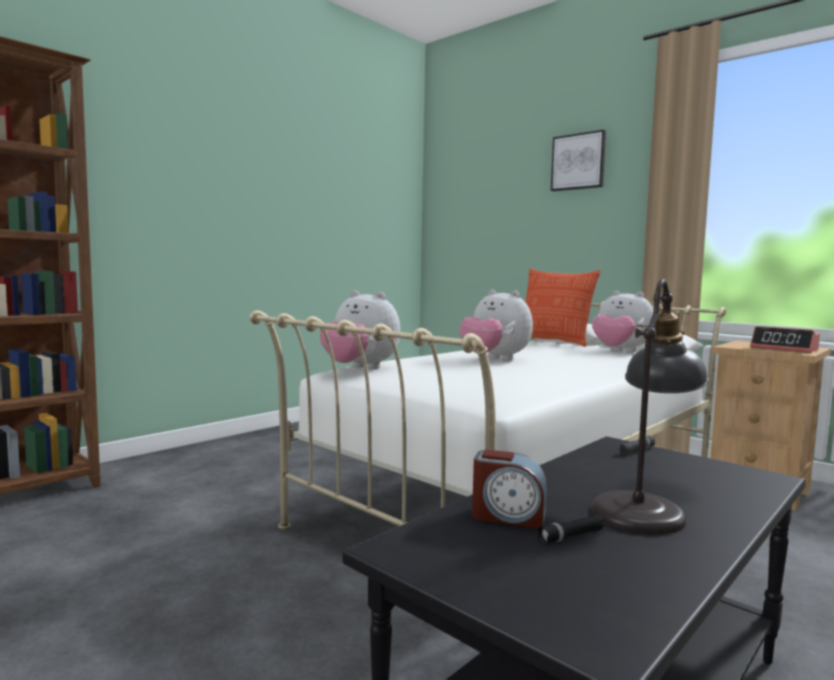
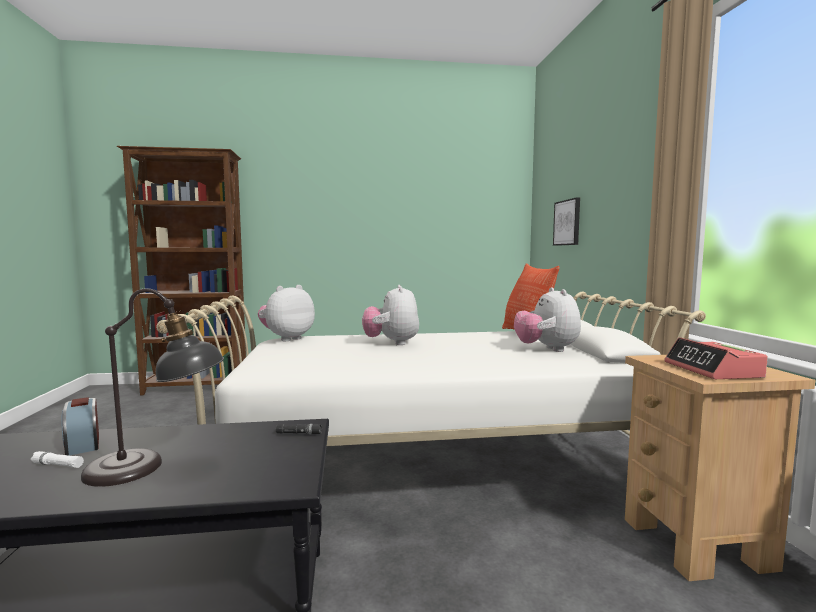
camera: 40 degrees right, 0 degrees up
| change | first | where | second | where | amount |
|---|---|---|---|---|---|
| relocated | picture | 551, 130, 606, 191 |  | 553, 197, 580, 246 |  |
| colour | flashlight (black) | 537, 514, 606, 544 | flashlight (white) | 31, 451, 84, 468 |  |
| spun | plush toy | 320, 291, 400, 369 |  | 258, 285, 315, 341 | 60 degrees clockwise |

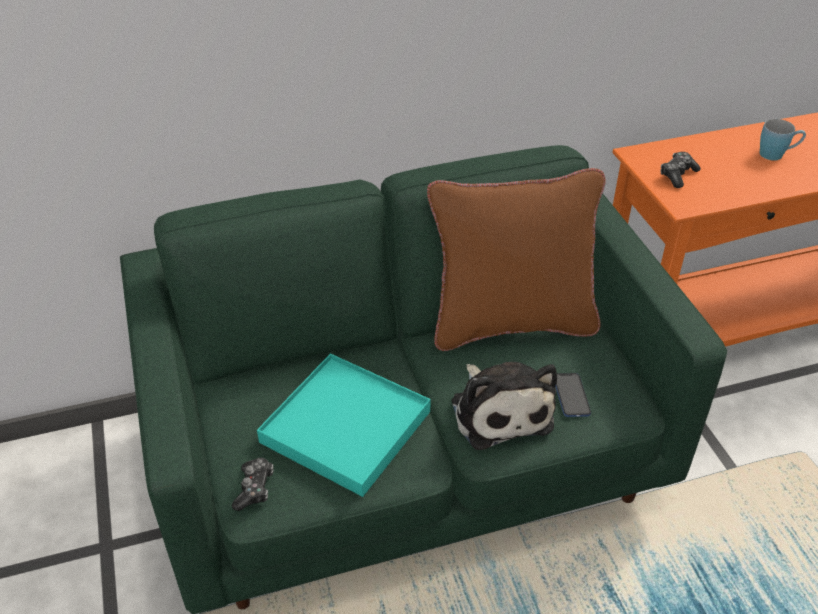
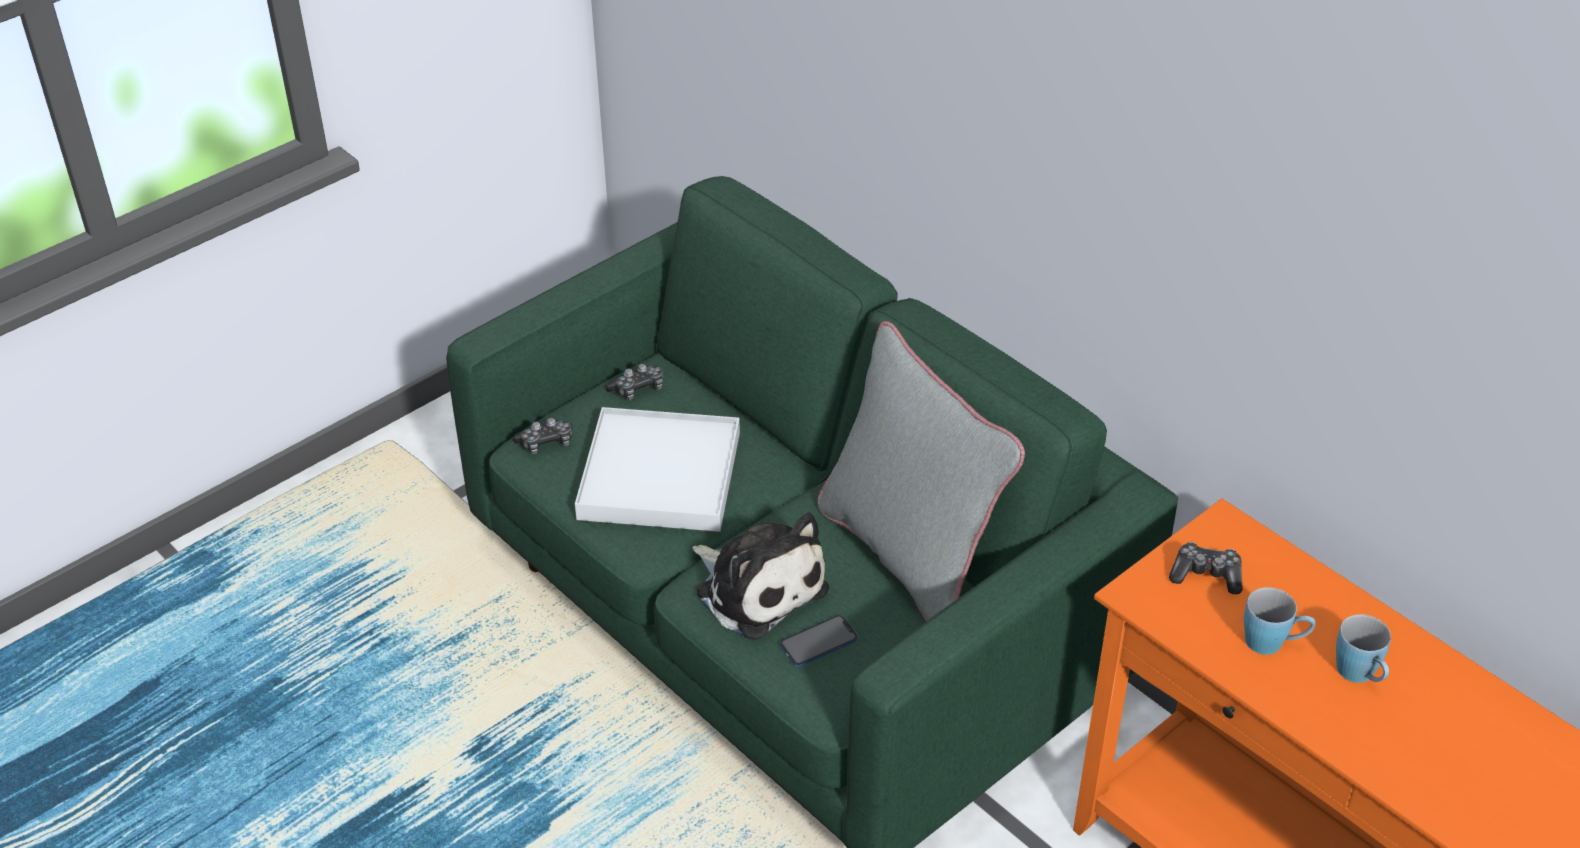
camera: 65 degrees right, 0 degrees up
| change | first | where | second | where | amount |
|---|---|---|---|---|---|
| appeared |  |  | game controller | 606, 364, 663, 400 |  |
| appeared |  |  | mug (blue) | 1244, 587, 1316, 655 |  |
| colour | tray (turquoise) | 257, 353, 431, 497 | tray (white) | 575, 407, 740, 532 |  |
| colour | pillow (brown) | 427, 168, 605, 351 | pillow (grey) | 817, 321, 1025, 621 |  |
| spun | plush toy | 451, 362, 557, 450 |  | 692, 512, 829, 640 | 90 degrees counterclockwise |

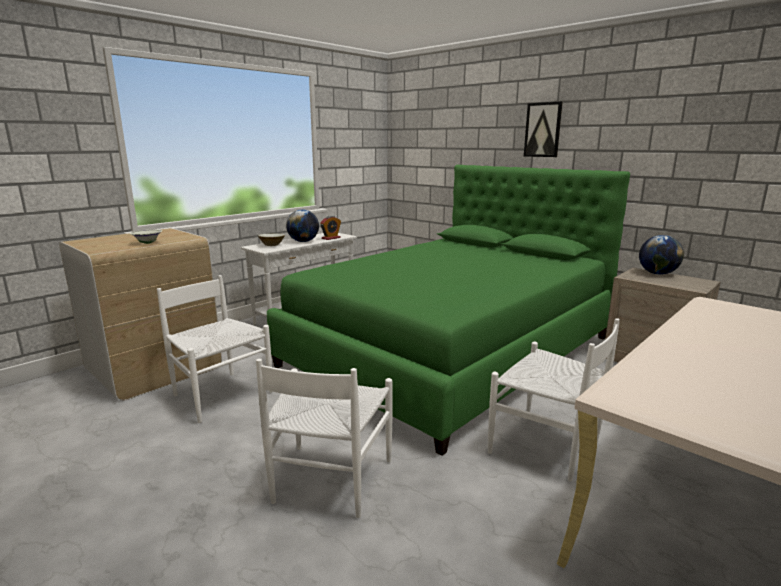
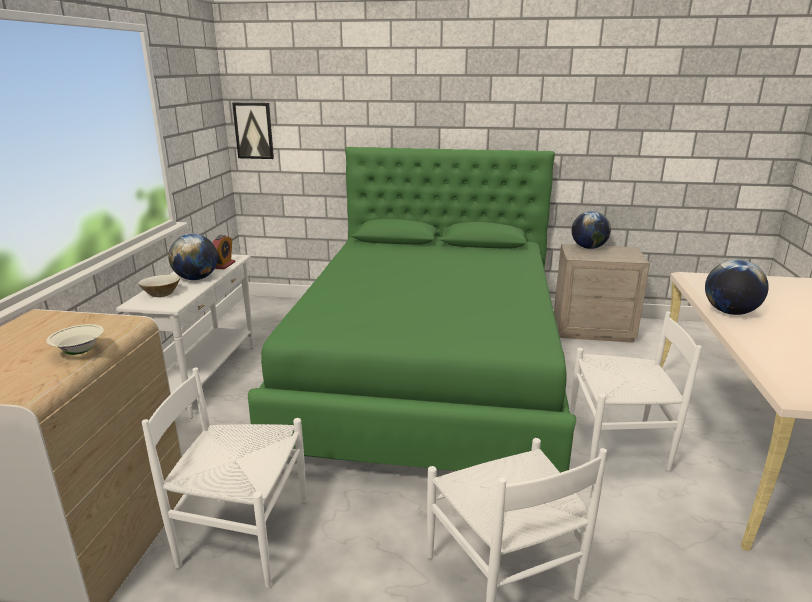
camera: 35 degrees left, 5 degrees up
| change | first | where | second | where | amount |
|---|---|---|---|---|---|
| appeared |  |  | globe | 705, 260, 769, 315 |  |
| relocated | picture | 524, 102, 562, 157 |  | 232, 103, 274, 159 |  |

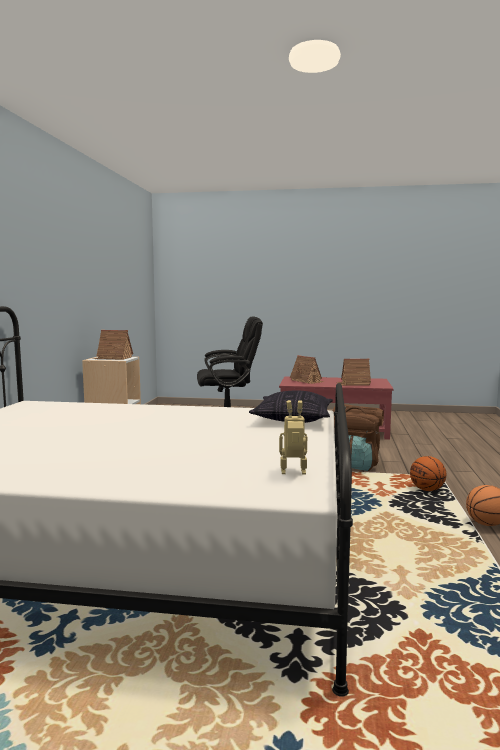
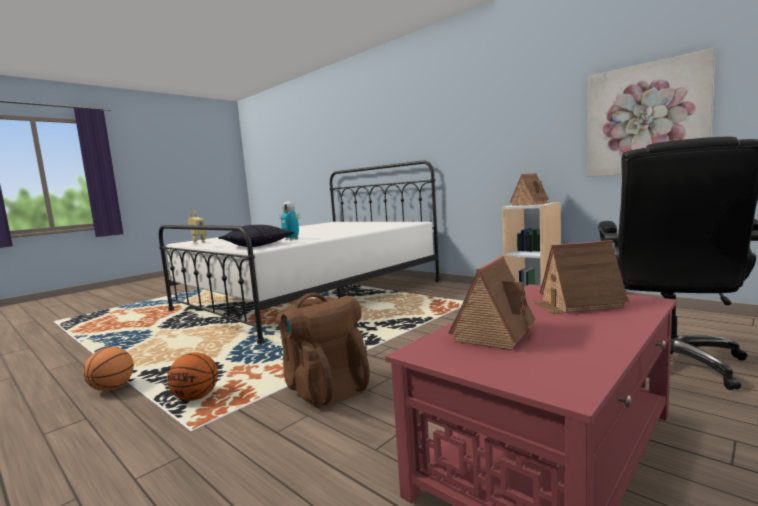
camera: 125 degrees right, 0 degrees up
| change | first | where | second | where | amount |
|---|---|---|---|---|---|
| appeared |  |  | toy robot | 279, 201, 301, 240 |  |
| appeared |  |  | picture | 587, 48, 715, 177 |  |

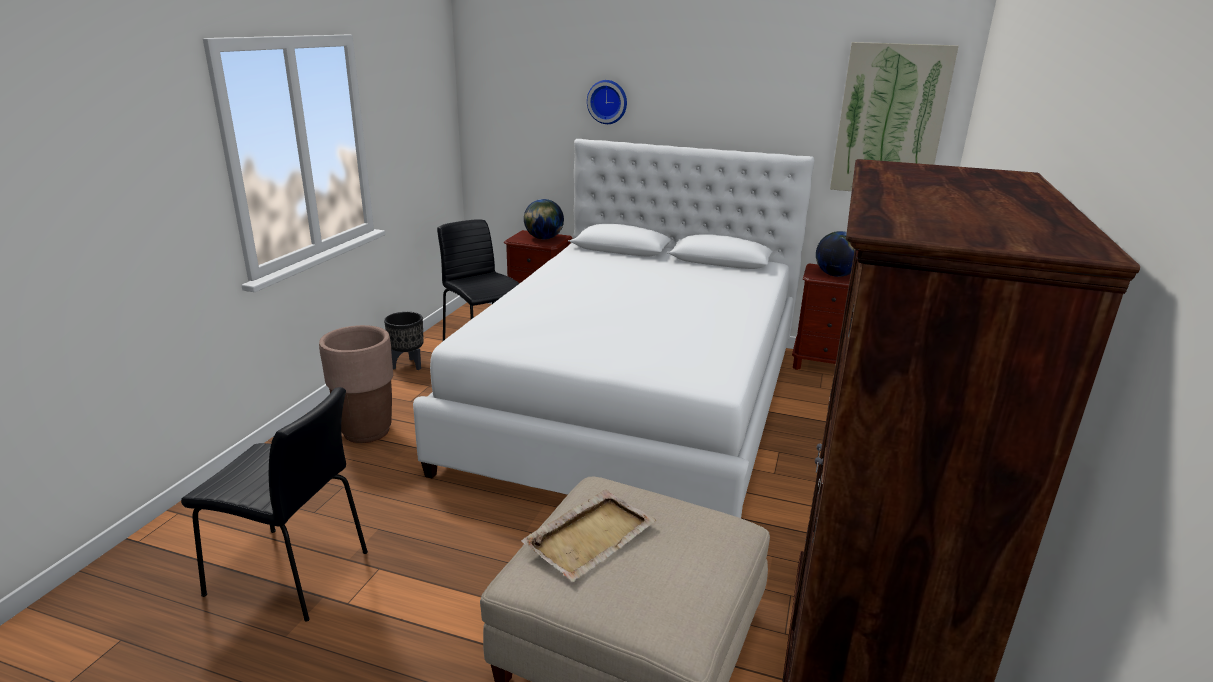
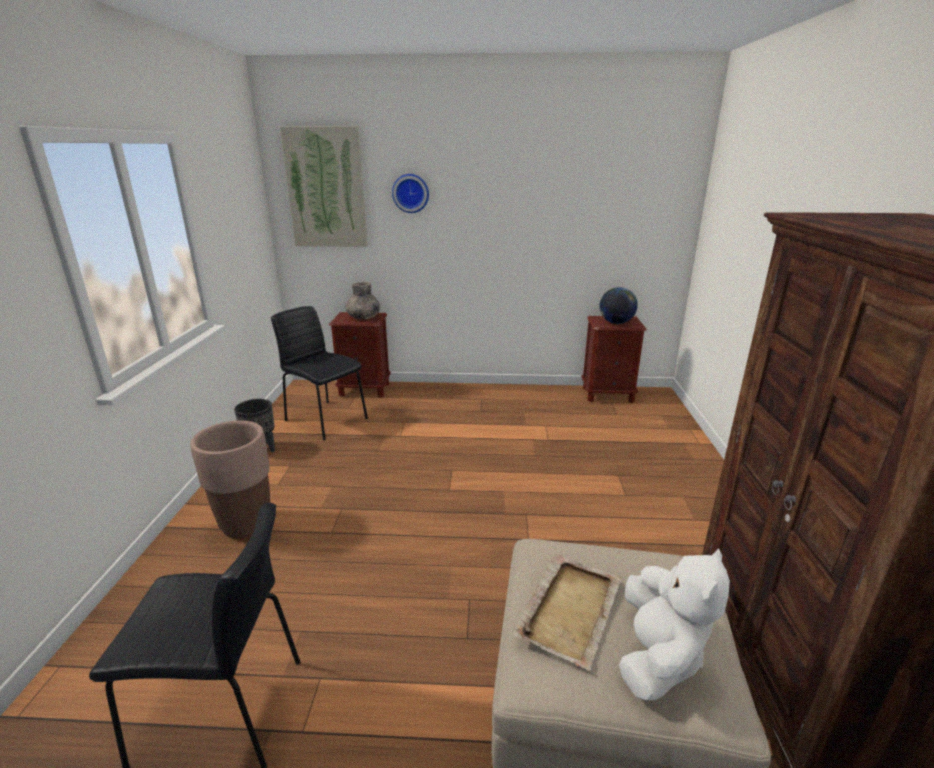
camera: 15 degrees left, 0 degrees up
| change | first | where | second | where | amount |
|---|---|---|---|---|---|
| missing | bed (white) | 413, 139, 815, 518 |  |  |  |
| appeared |  |  | plush toy (white) | 619, 548, 730, 700 |  |
| relocated | picture | 830, 42, 959, 191 |  | 280, 126, 367, 247 |  |
| exchanged | globe | 524, 199, 564, 239 | vase (grey) | 346, 281, 380, 319 |  |

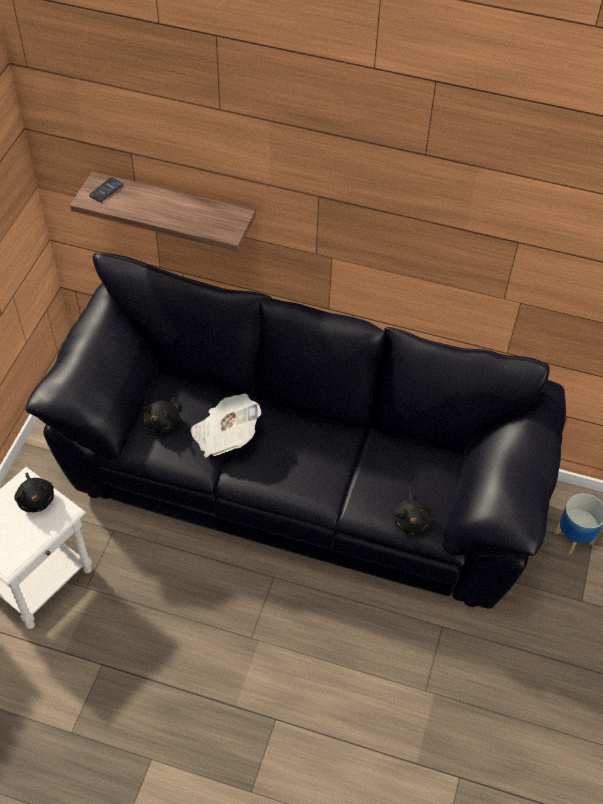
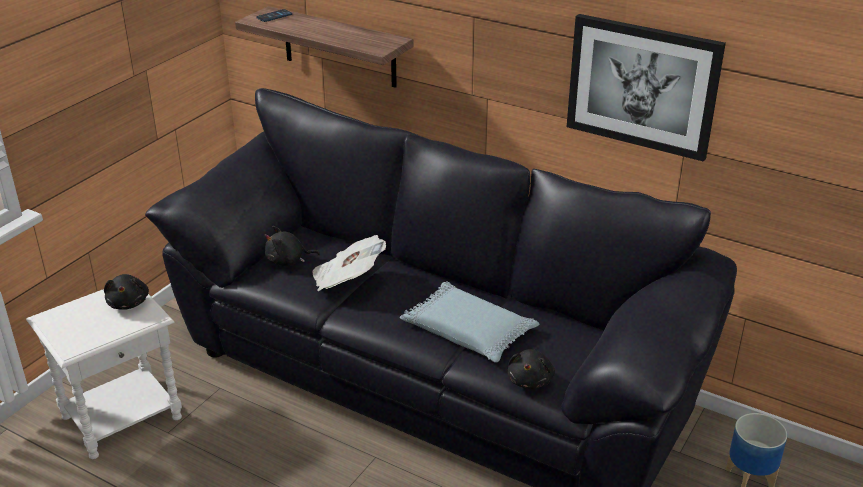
camera: 15 degrees right, 20 degrees down
| change | first | where | second | where | amount |
|---|---|---|---|---|---|
| appeared |  |  | pillow (blue) | 400, 281, 539, 363 |  |
| appeared |  |  | picture | 567, 14, 726, 162 |  |
| spun | plush toy (black) | 143, 397, 181, 433 |  | 265, 226, 320, 266 | 45 degrees clockwise |

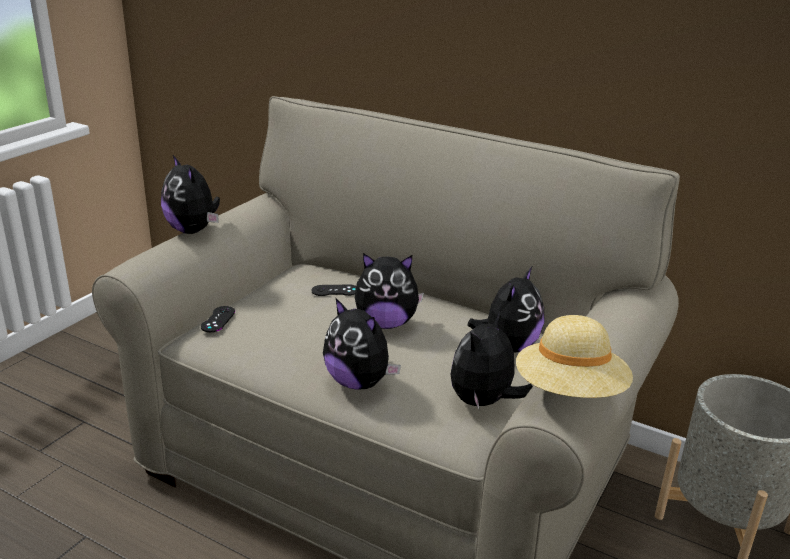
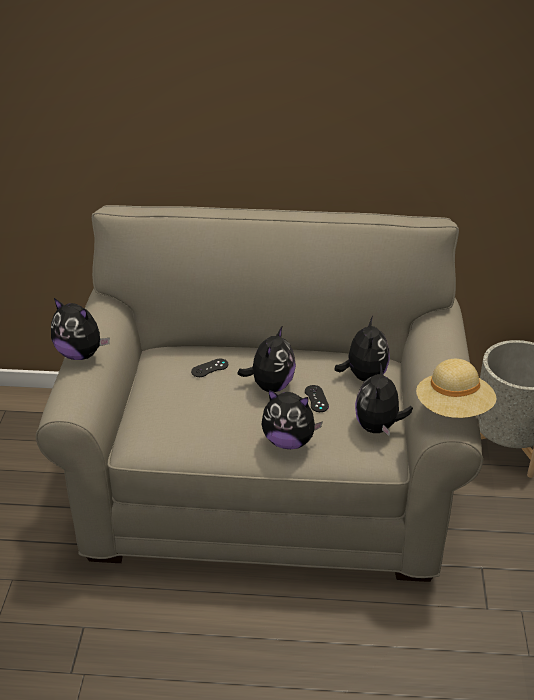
camera: 25 degrees left, 10 degrees up
| change | first | where | second | where | amount |
|---|---|---|---|---|---|
| relocated | game controller (black) | 201, 306, 235, 332 |  | 305, 385, 329, 412 |  |
| spun | plush toy | 354, 253, 424, 329 |  | 237, 327, 296, 392 | 45 degrees counterclockwise |

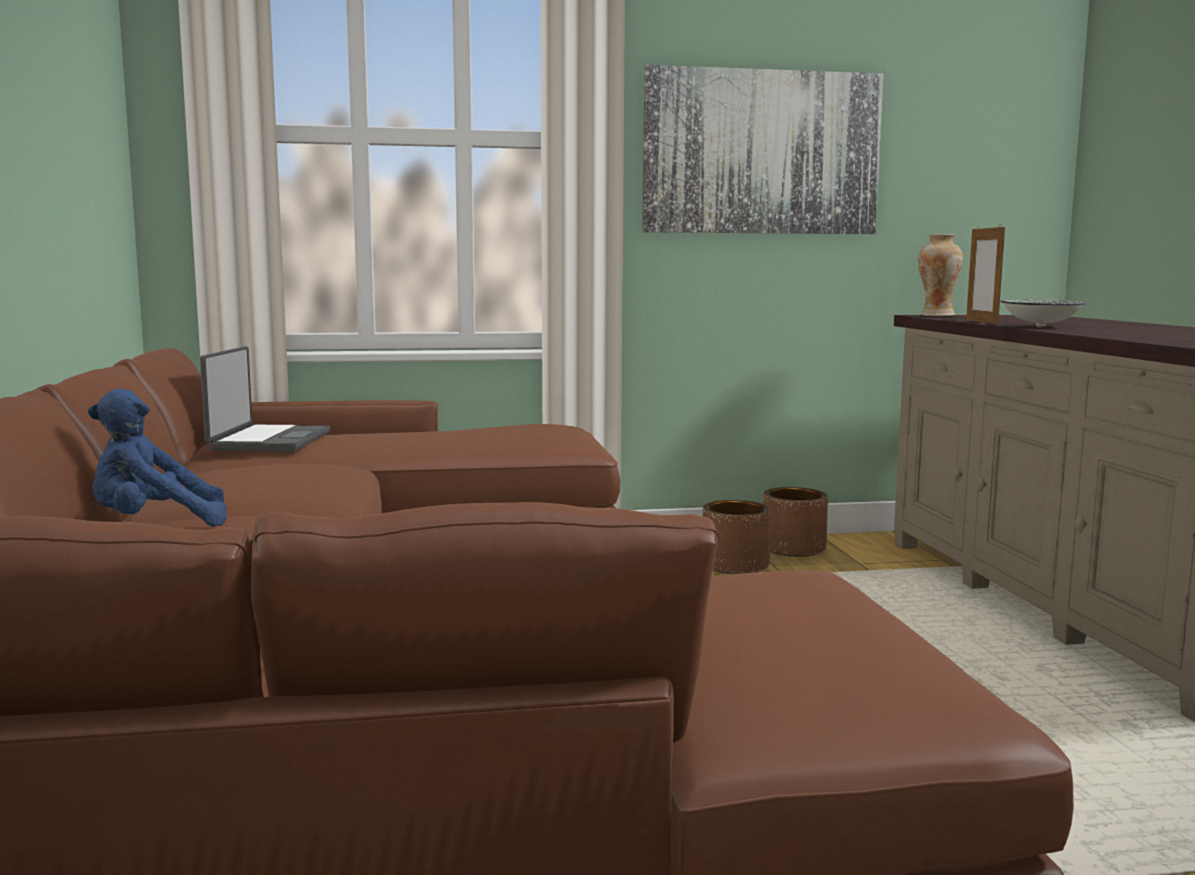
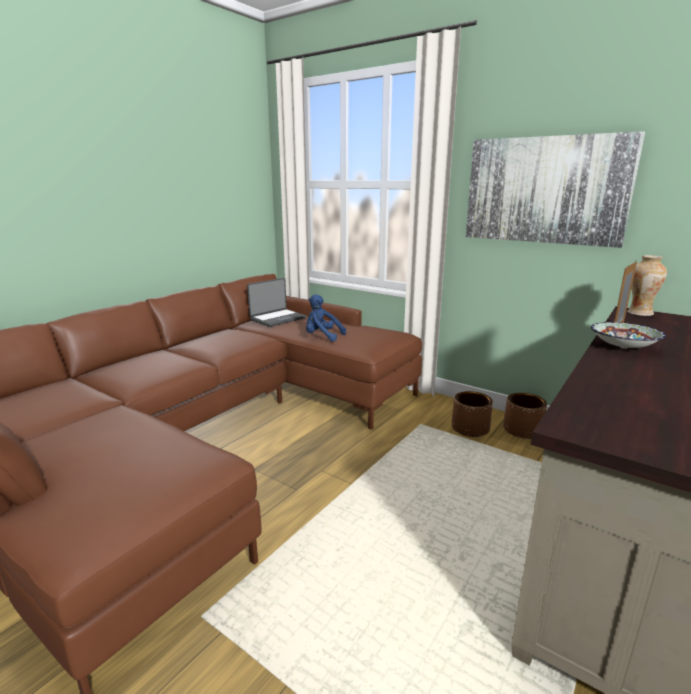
camera: 45 degrees right, 10 degrees up
| change | first | where | second | where | amount |
|---|---|---|---|---|---|
| relocated | plush toy (blue) | 88, 388, 227, 527 |  | 306, 294, 346, 341 |  |

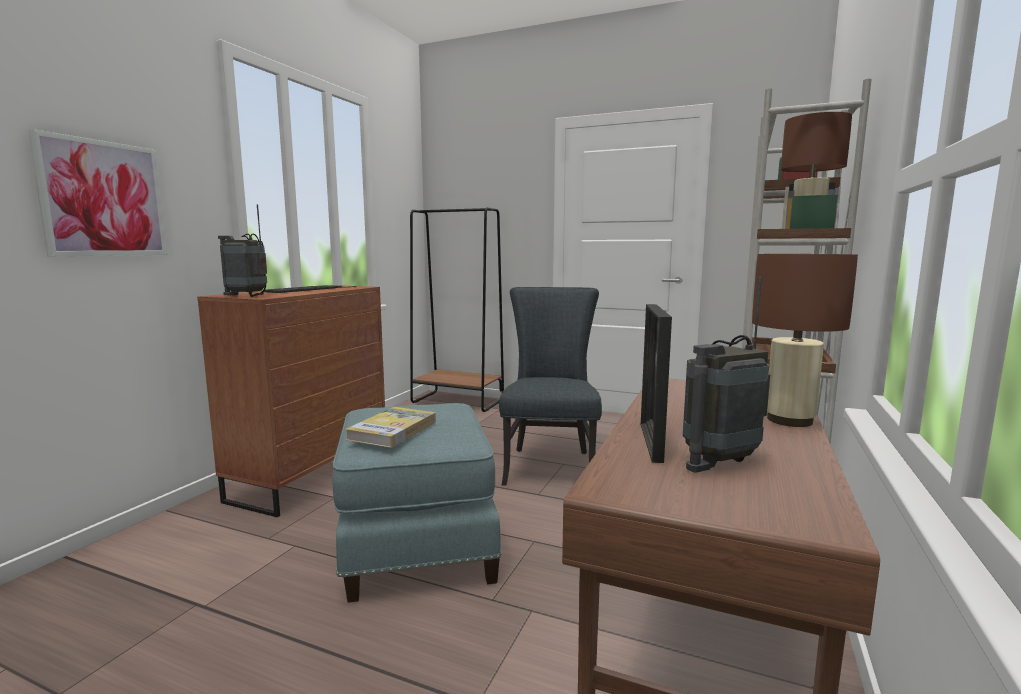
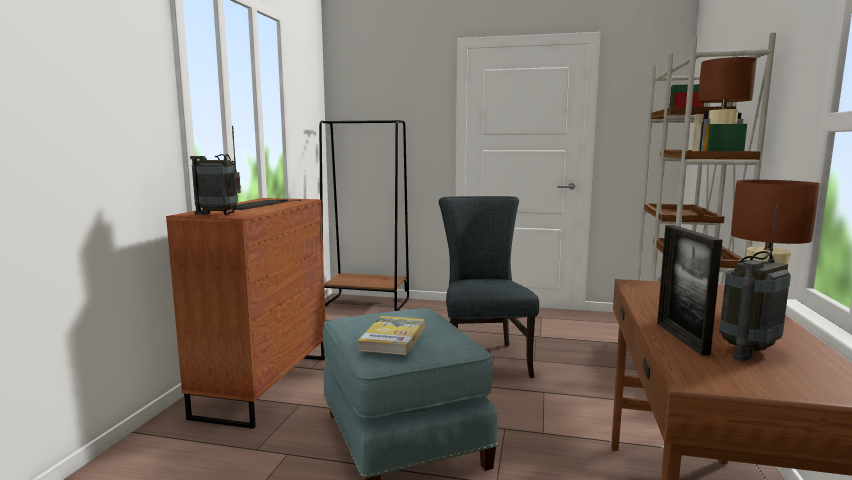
camera: 10 degrees left, 0 degrees up
| change | first | where | second | where | amount |
|---|---|---|---|---|---|
| missing | picture | 28, 129, 168, 256 |  |  |  |

